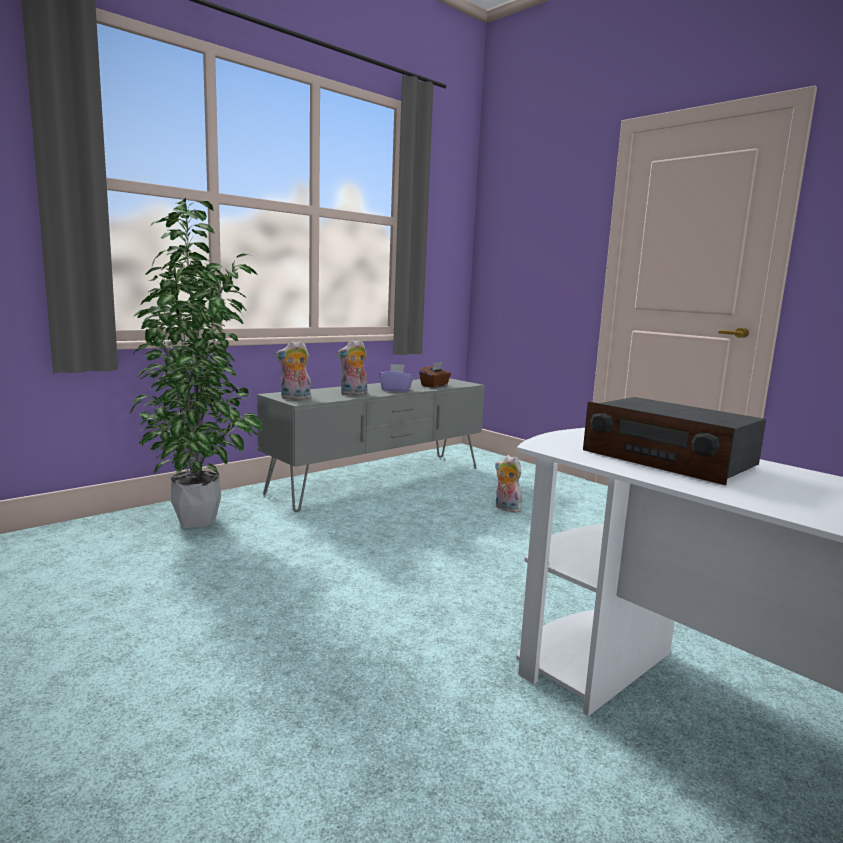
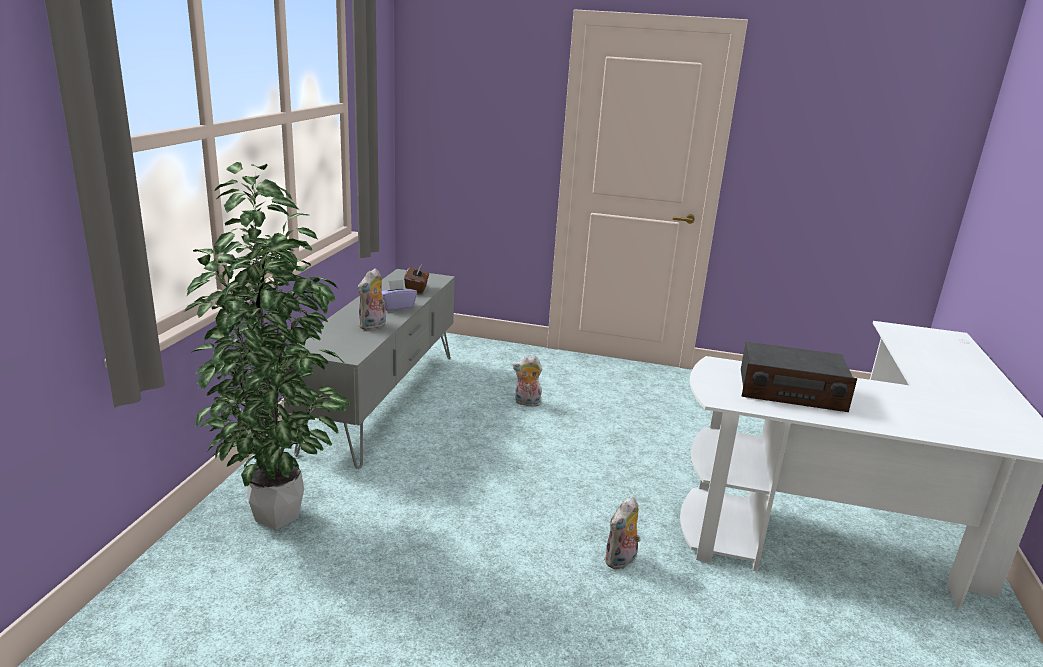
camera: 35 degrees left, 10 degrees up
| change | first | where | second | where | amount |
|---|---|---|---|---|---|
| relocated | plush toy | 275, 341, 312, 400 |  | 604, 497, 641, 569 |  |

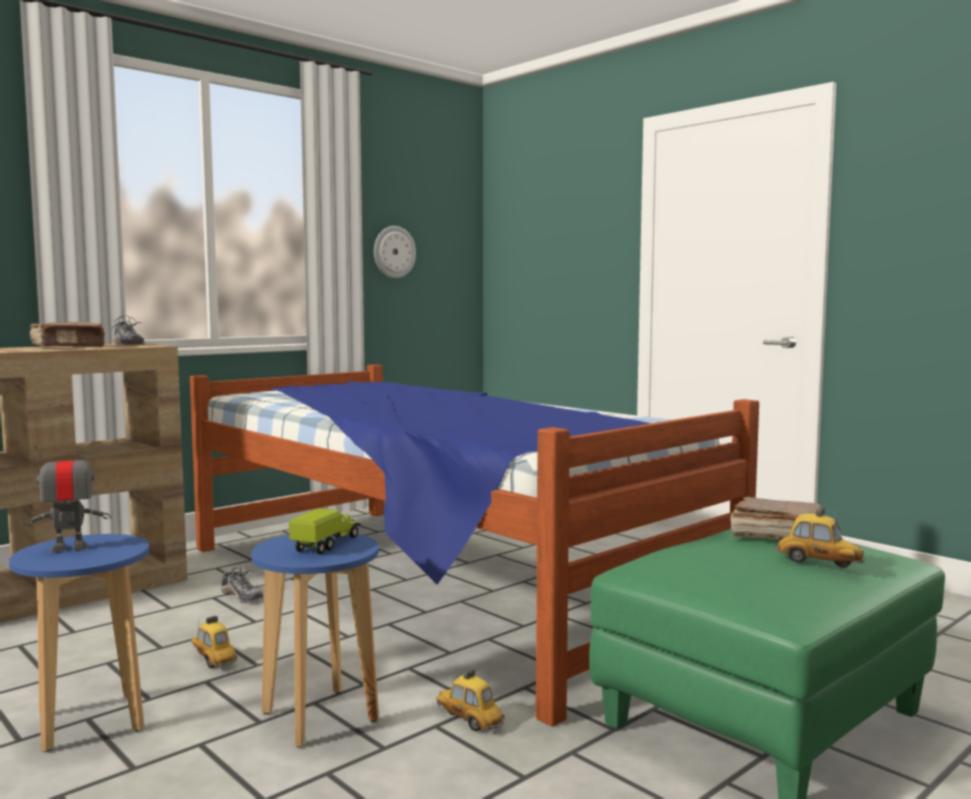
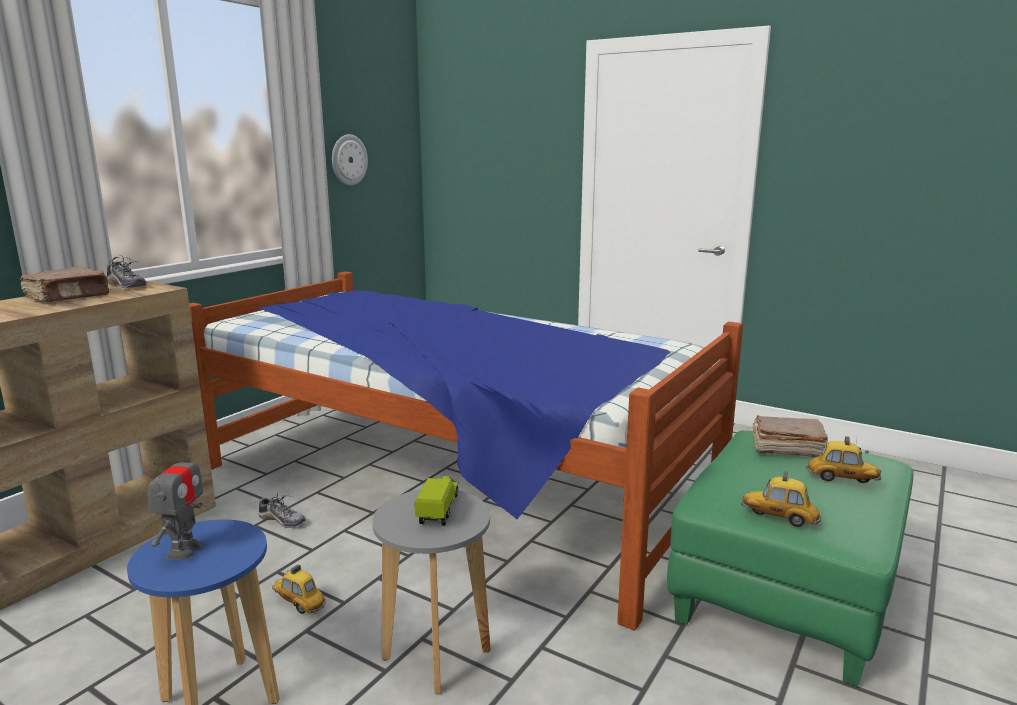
camera: 15 degrees left, 10 degrees up
| change | first | where | second | where | amount |
|---|---|---|---|---|---|
| relocated | toy car | 436, 668, 505, 732 |  | 741, 471, 821, 527 |  |
| colour | stool (blue) | 251, 534, 379, 747 | stool (grey) | 372, 490, 491, 694 |  |
| spun | toy robot | 24, 441, 111, 553 |  | 147, 442, 203, 560 | 135 degrees clockwise |

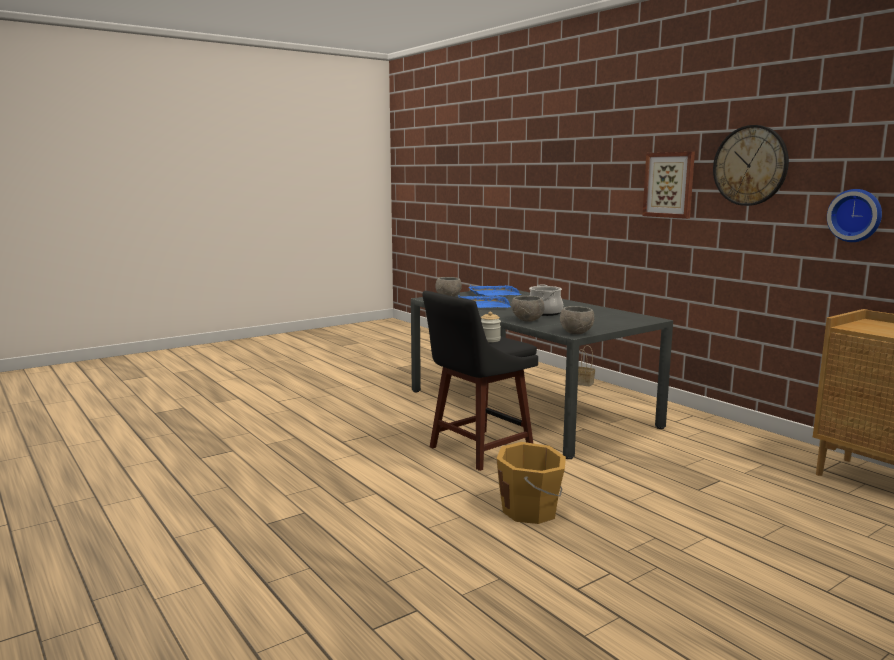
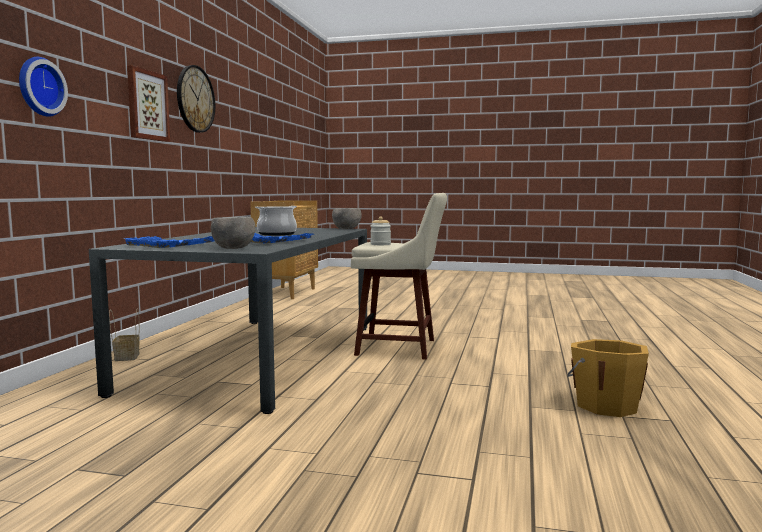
camera: 130 degrees left, 5 degrees down
| change | first | where | second | where | amount |
|---|---|---|---|---|---|
| missing | bowl (grey) | 511, 296, 545, 322 |  |  |  |
| relocated | bucket (orange) | 496, 442, 566, 524 |  | 568, 339, 649, 417 |  |
| relocated | wall clock | 827, 189, 882, 242 |  | 19, 57, 68, 117 |  |
| colour | stool (black) | 422, 291, 538, 471 | stool (beige) | 351, 193, 447, 359 |  |

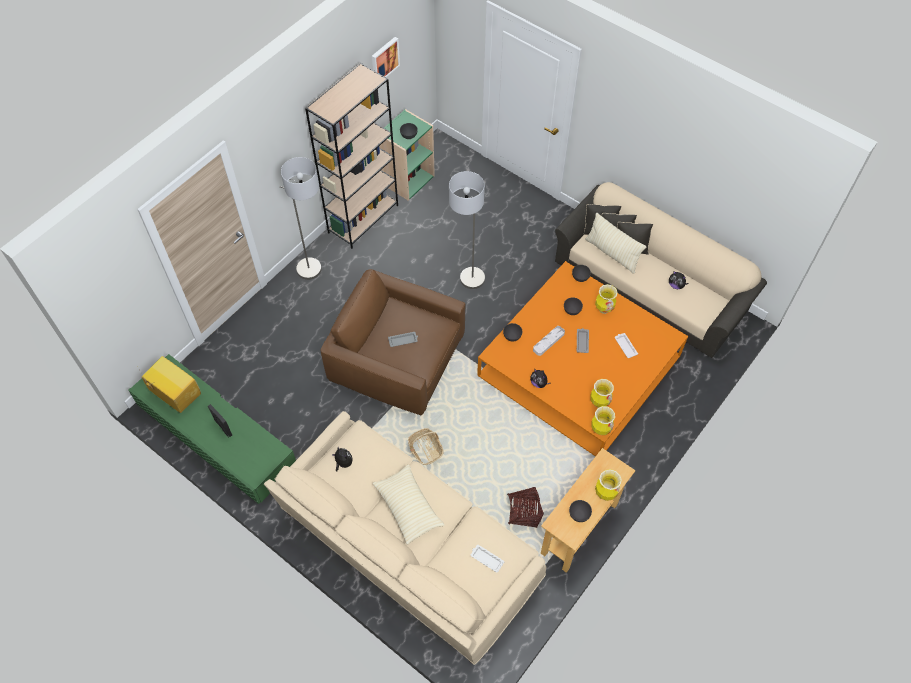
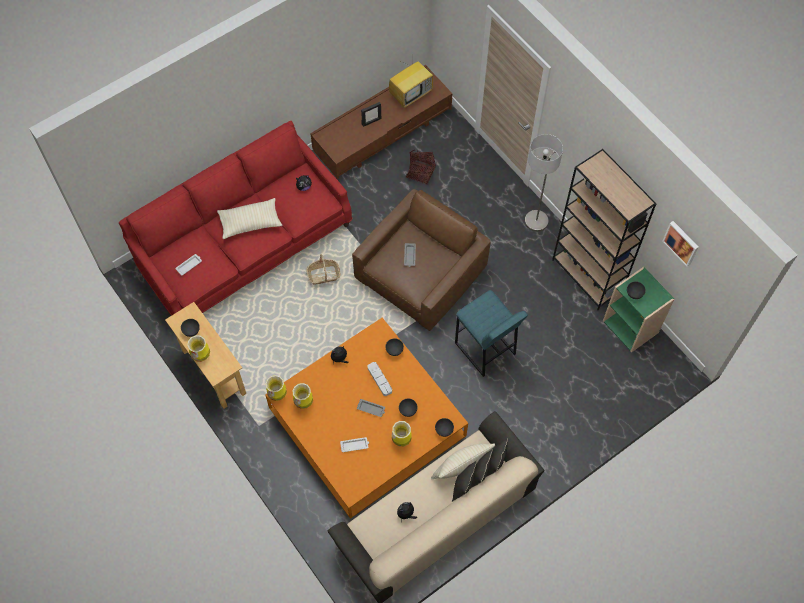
camera: 105 degrees right, 5 degrees up
| change | first | where | second | where | amount |
|---|---|---|---|---|---|
| relocated | basket | 507, 487, 544, 528 |  | 406, 150, 436, 185 |  |
| exchanged | floor lamp (grey) | 449, 171, 485, 289 | stool (turquoise) | 455, 290, 528, 377 |  |
| colour | tv stand (green) | 128, 354, 296, 504 | tv stand (brown) | 310, 65, 452, 179 |  |
| colour | sofa (beige) | 264, 411, 546, 665 | sofa (red) | 119, 121, 353, 316 |  |

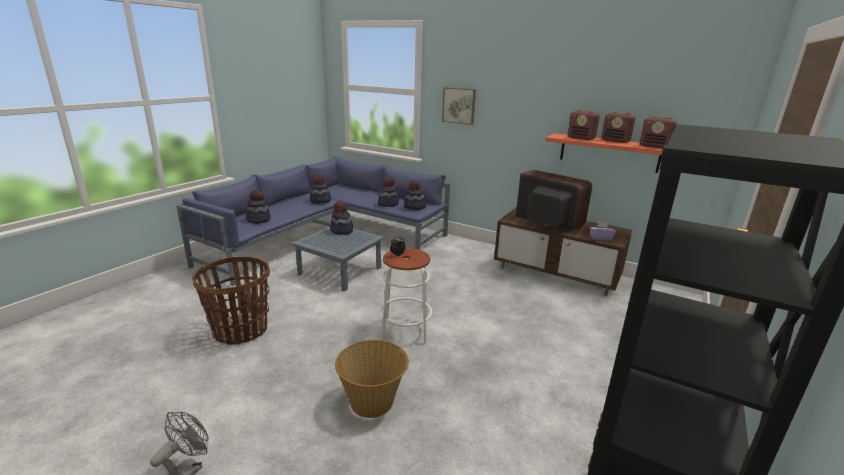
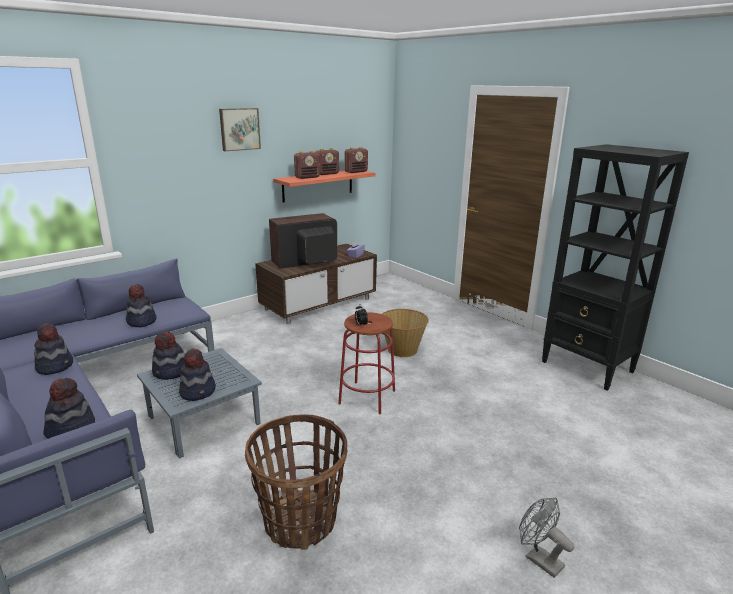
camera: 70 degrees left, 0 degrees up
| change | first | where | second | where | amount |
|---|---|---|---|---|---|
| relocated | basket | 335, 340, 409, 418 |  | 382, 309, 429, 357 |  |
| relocated | hat | 404, 180, 426, 210 |  | 179, 348, 216, 401 |  |
| relocated | picture | 442, 87, 476, 125 |  | 219, 108, 261, 151 |  |
| colour | stool (white) | 379, 248, 432, 344 | stool (red) | 338, 312, 395, 414 |  |

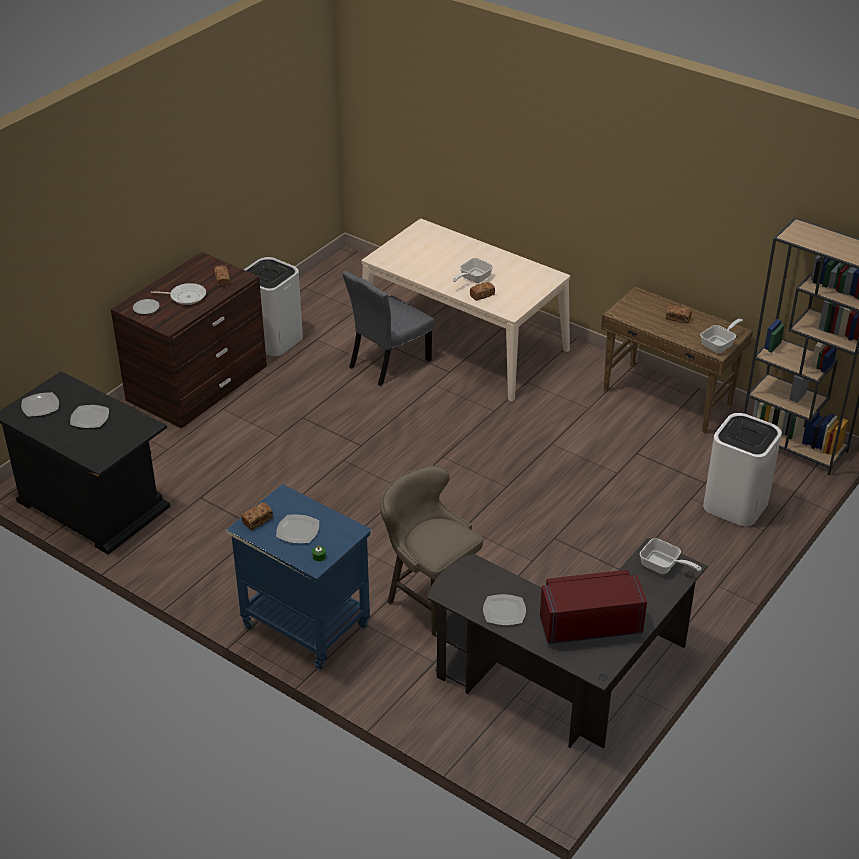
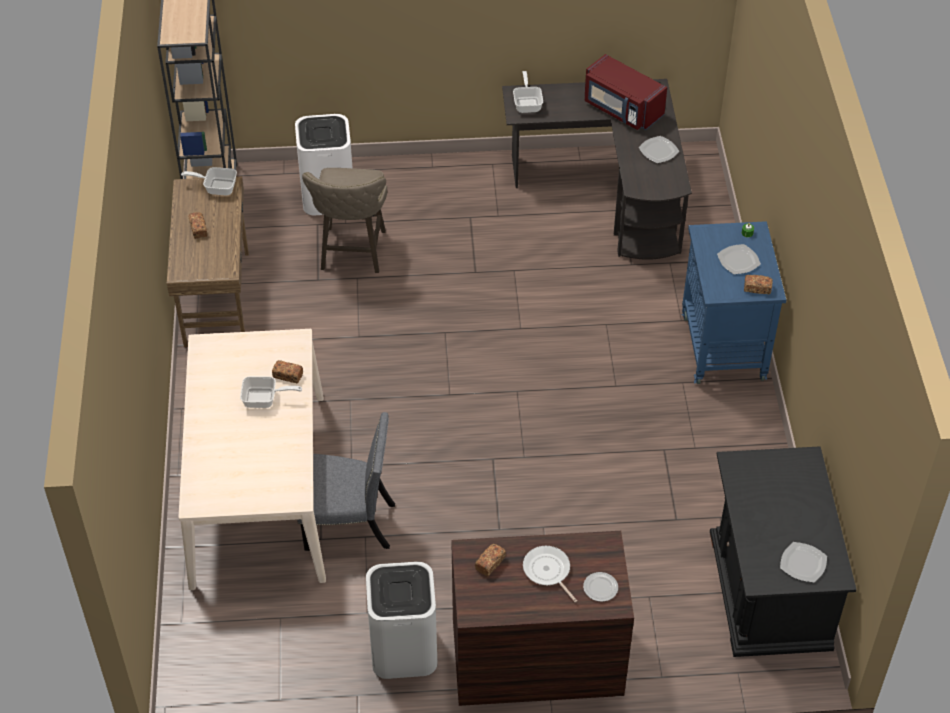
camera: 130 degrees left, 10 degrees up
| change | first | where | second | where | amount |
|---|---|---|---|---|---|
| missing | plate | 70, 405, 109, 428 |  |  |  |
| relocated | stool (beige) | 380, 465, 483, 636 |  | 302, 168, 387, 273 |  |

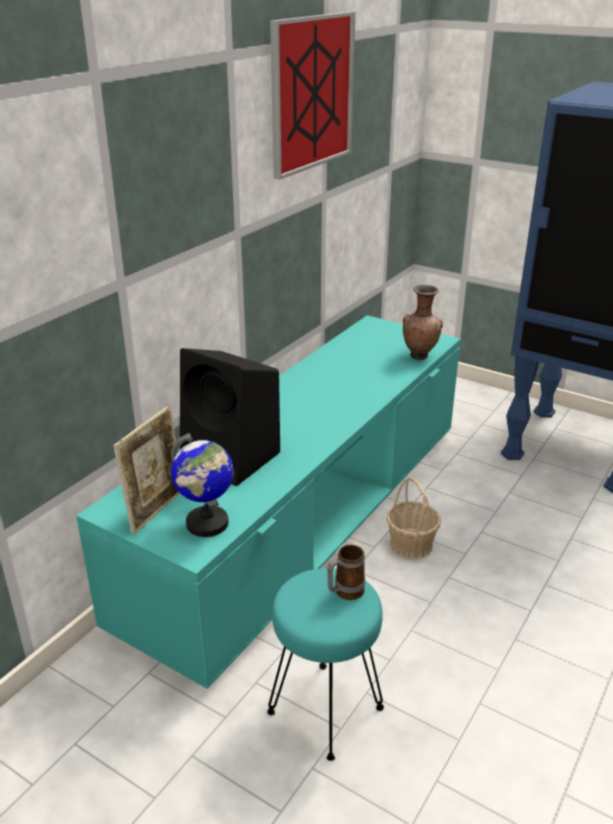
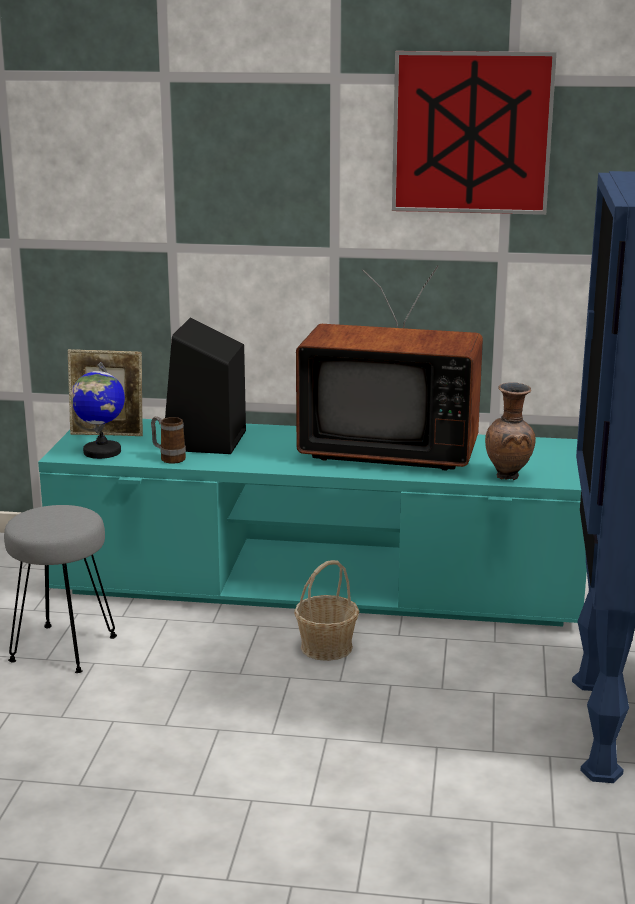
camera: 65 degrees right, 10 degrees down
| change | first | where | second | where | amount |
|---|---|---|---|---|---|
| appeared |  |  | television | 296, 266, 483, 471 |  |
| relocated | mug | 327, 545, 365, 600 |  | 151, 416, 186, 464 |  |
| colour | stool (turquoise) | 267, 568, 384, 761 | stool (grey) | 4, 505, 117, 673 |  |

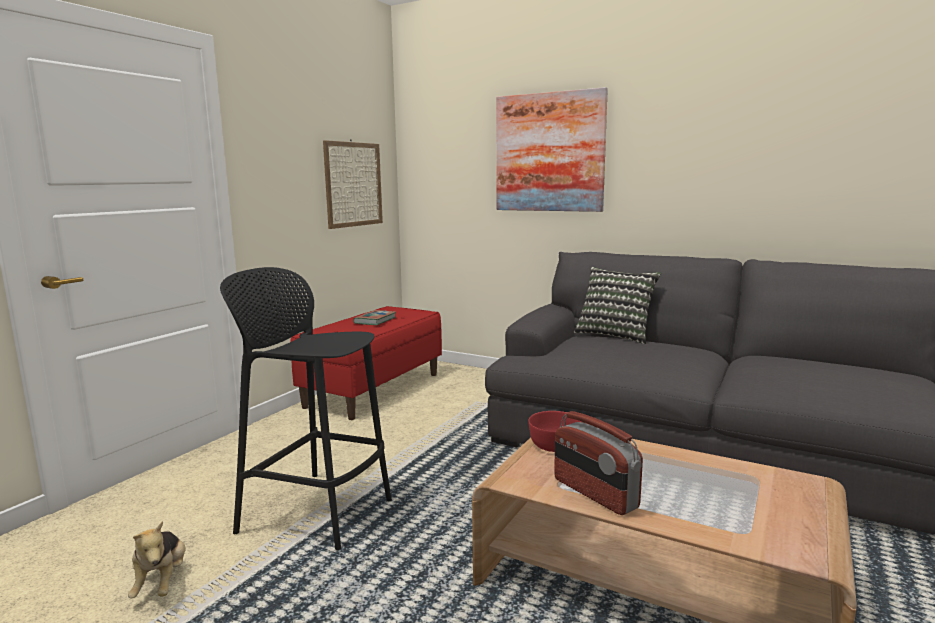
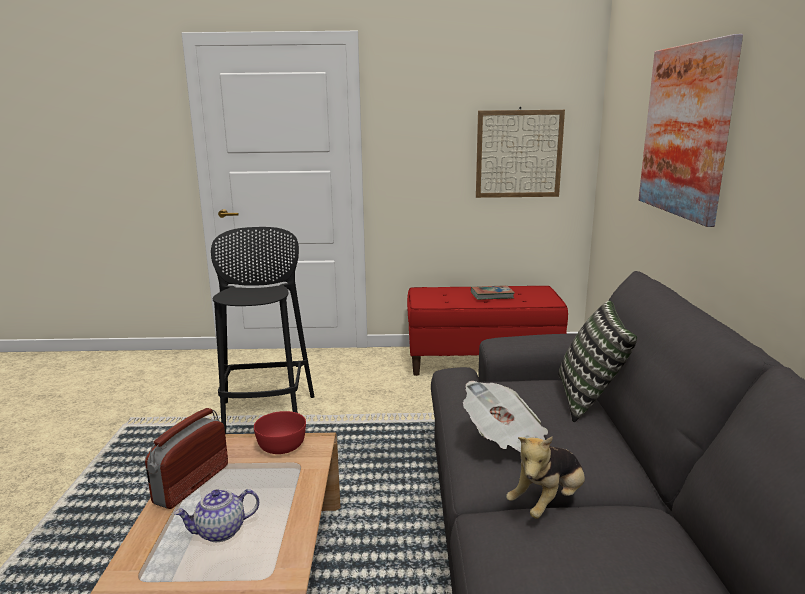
camera: 60 degrees right, 5 degrees up
| change | first | where | second | where | amount |
|---|---|---|---|---|---|
| appeared |  |  | teapot | 174, 489, 259, 542 |  |
| appeared |  |  | newspaper | 463, 381, 548, 453 |  |
| relocated | plush toy | 128, 521, 186, 598 |  | 506, 437, 585, 519 |  |

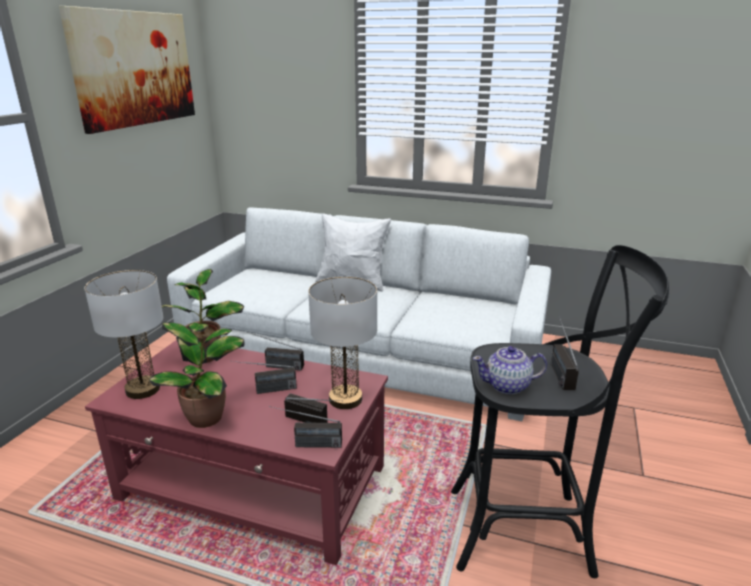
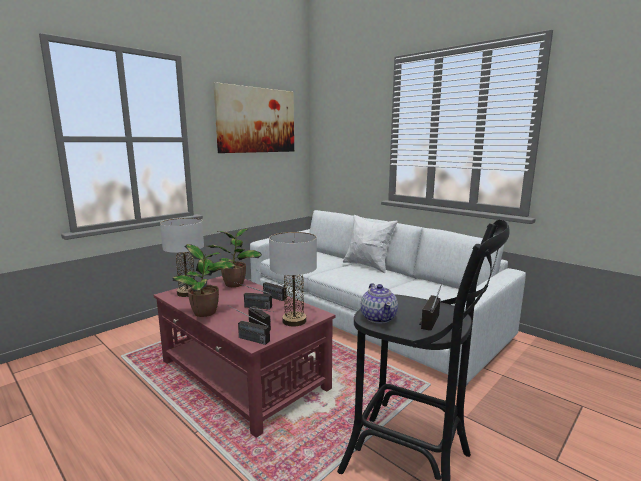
camera: 25 degrees right, 10 degrees down
| change | first | where | second | where | amount |
|---|---|---|---|---|---|
| spun | teapot | 473, 346, 547, 395 |  | 361, 283, 398, 323 | 120 degrees counterclockwise |

